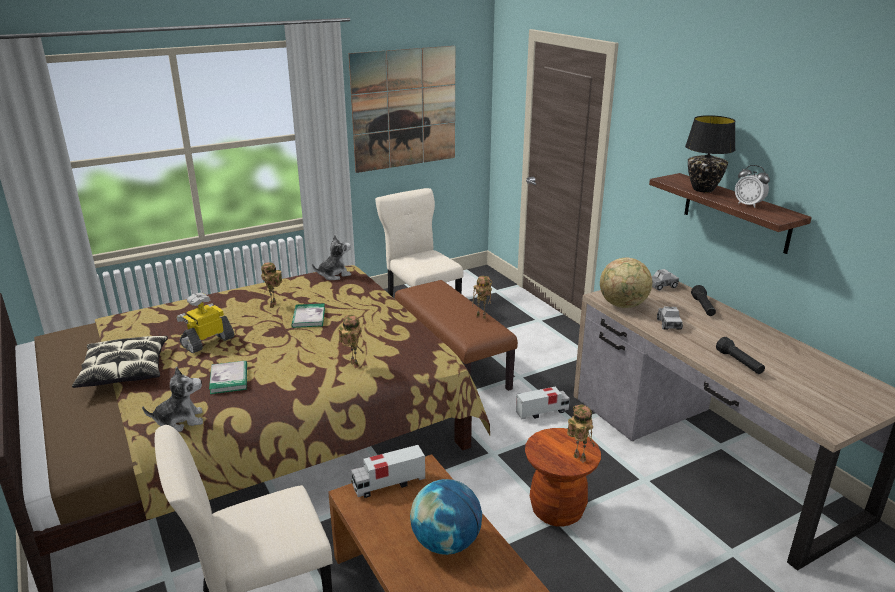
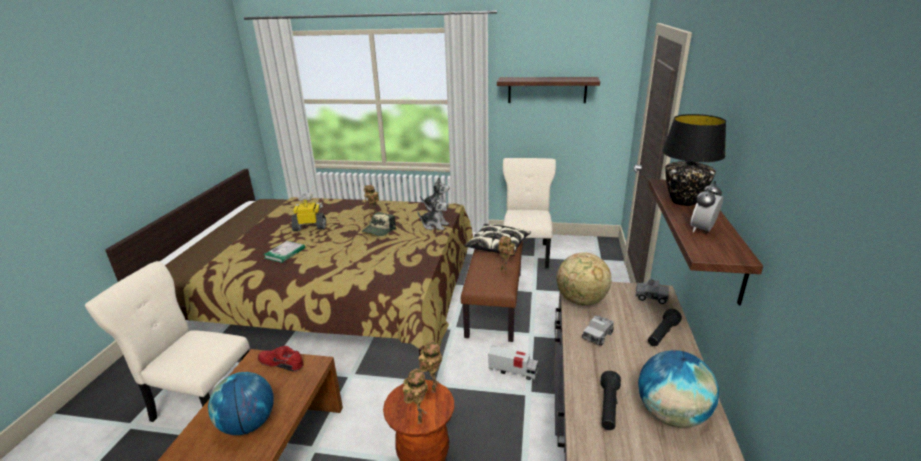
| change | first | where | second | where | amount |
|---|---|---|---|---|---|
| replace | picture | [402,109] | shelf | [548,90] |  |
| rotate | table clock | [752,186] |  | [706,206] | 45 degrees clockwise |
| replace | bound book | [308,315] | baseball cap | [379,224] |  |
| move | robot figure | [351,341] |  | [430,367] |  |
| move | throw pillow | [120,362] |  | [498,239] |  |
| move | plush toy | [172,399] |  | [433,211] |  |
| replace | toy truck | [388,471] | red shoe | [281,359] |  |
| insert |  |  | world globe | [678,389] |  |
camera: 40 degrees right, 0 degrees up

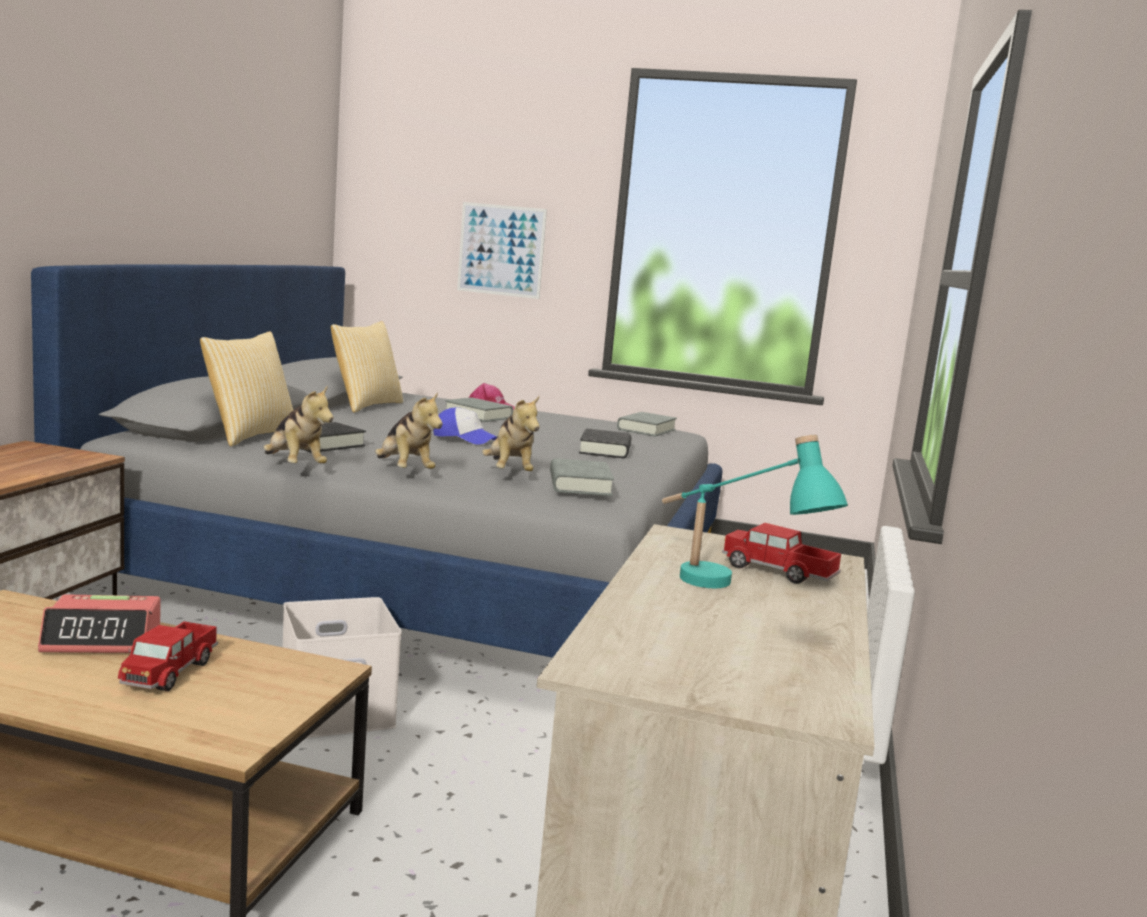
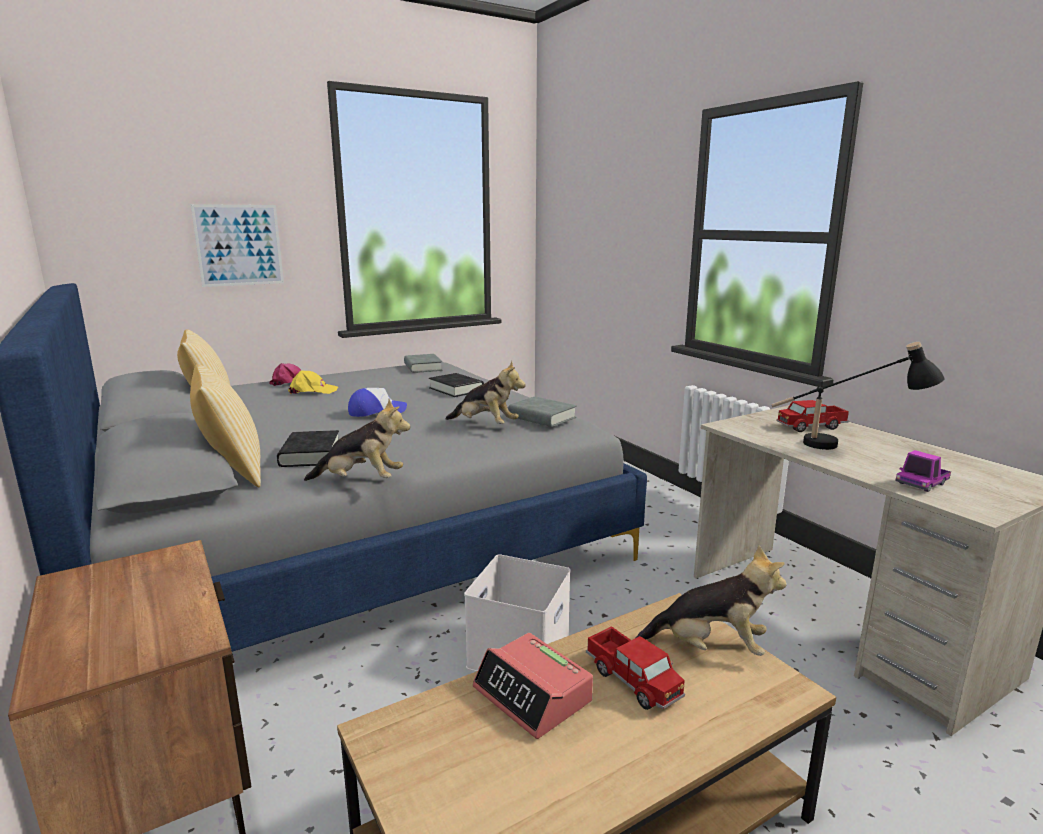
| change | first | where | second | where | amount |
|---|---|---|---|---|---|
| move | plush toy | [408,430] |  | [711,600] |  |
| replace | greyish bound book | [479,409] | yellow baseball cap | [313,382] |  |
| recolor | blue-green lamp for a table | [755,511] | black lamp for a table | [858,396] |  |
| rotate | table clock | [99,623] |  | [532,686] | 105 degrees clockwise |
| insert |  |  | toy truck | [923,471] |  |
camera: 45 degrees left, 5 degrees up

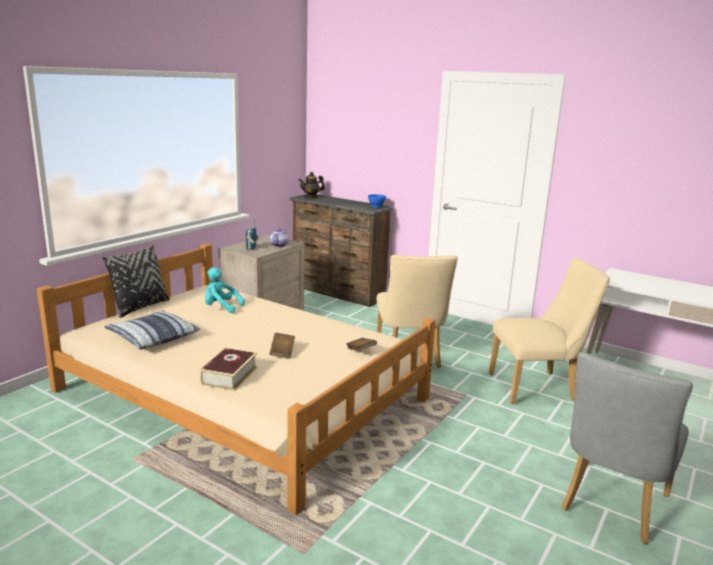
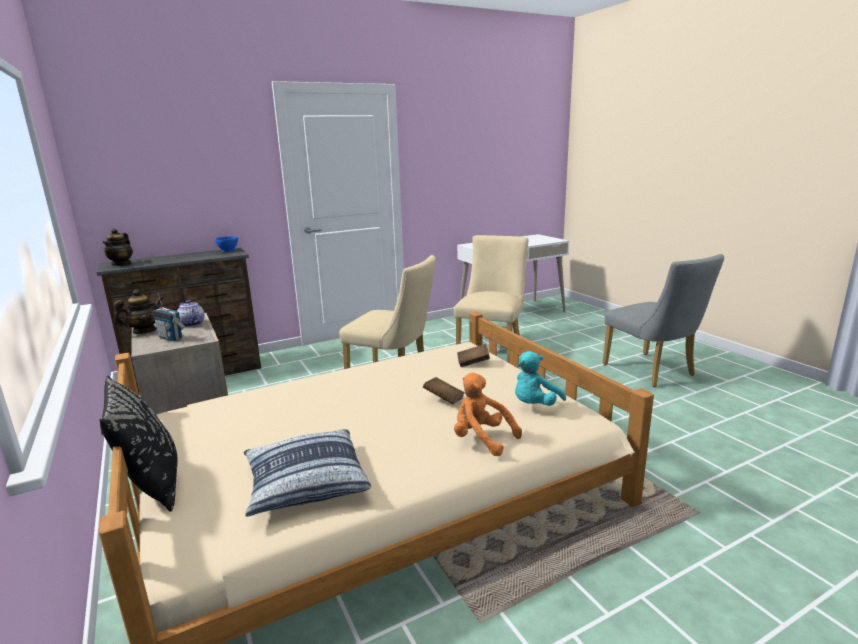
| change | first | where | second | where | amount |
|---|---|---|---|---|---|
| move | blue-green plush toy | [225,290] |  | [540,378] |  |
| replace | bound book | [228,369] | orangey plush toy | [488,414] |  |
| insert |  |  | teapot | [139,311] |  |
camera: 60 degrees left, 0 degrees up

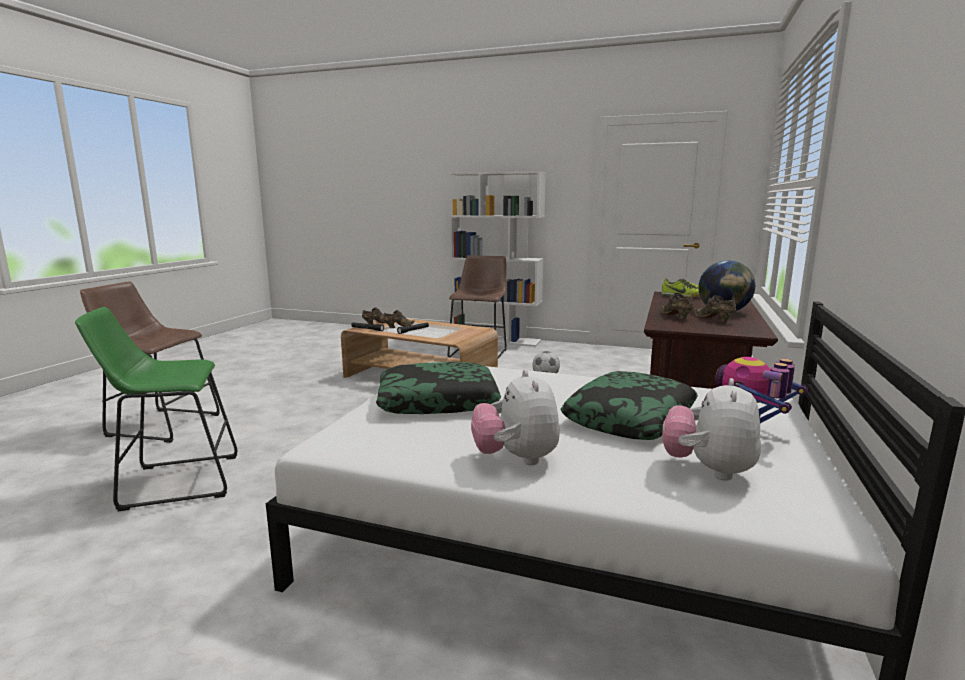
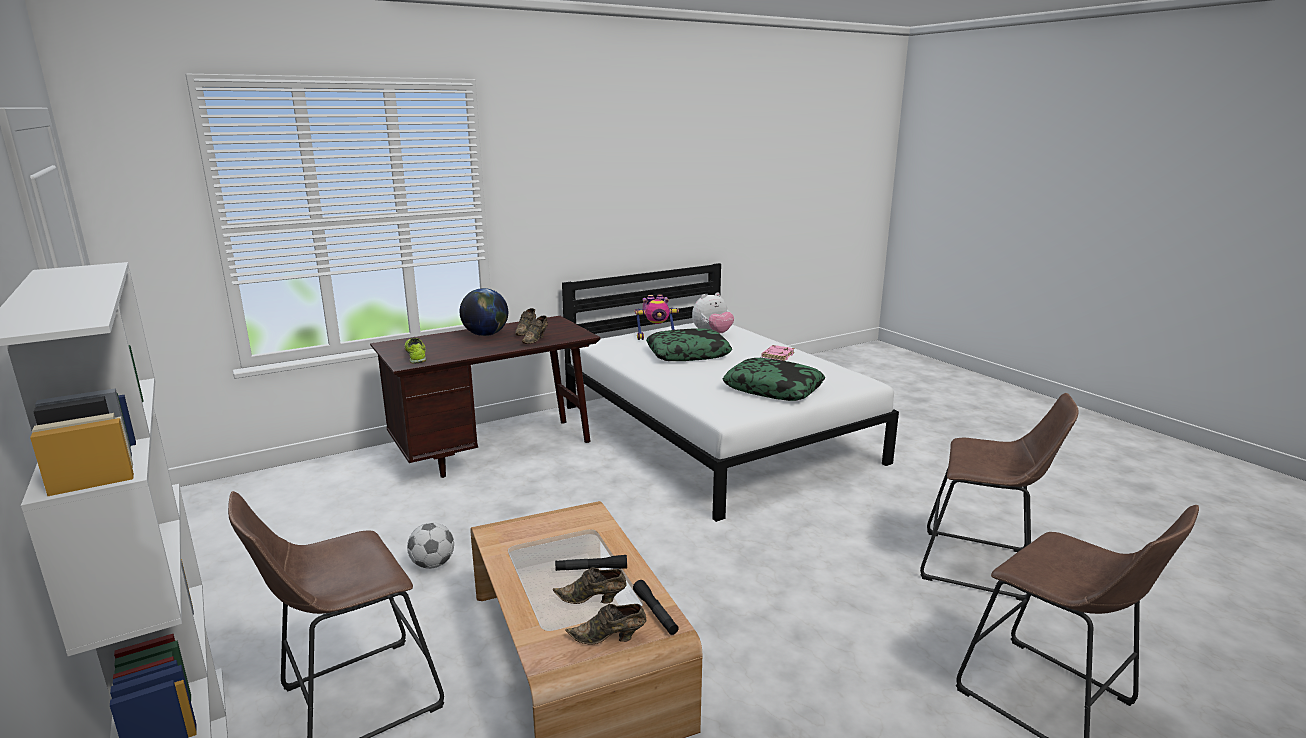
| change | first | where | second | where | amount |
|---|---|---|---|---|---|
| recolor | green stool | [156,409] | brown-coloured stool | [999,497] |  |
| replace | plush toy | [515,417] | pink bound book | [778,353] |  |
camera: 140 degrees left, 5 degrees up

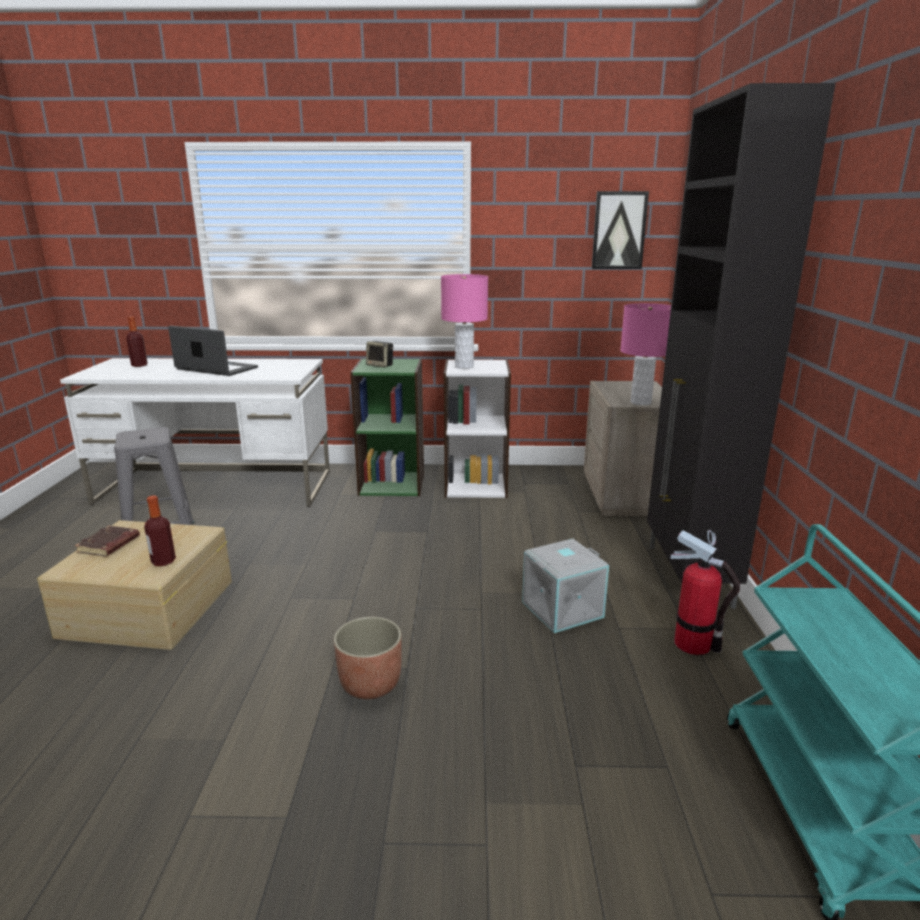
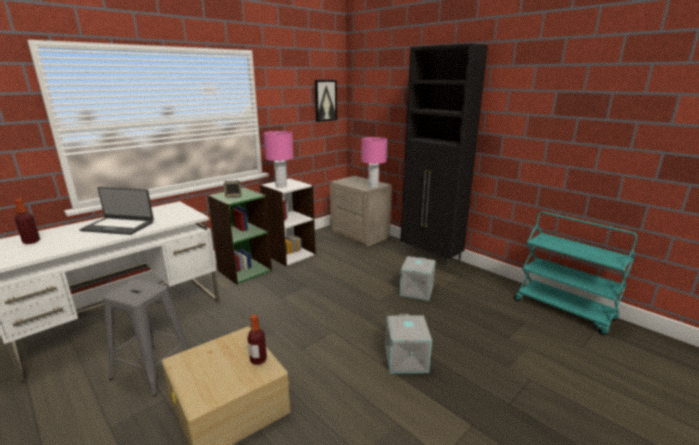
| change | first | where | second | where | amount |
|---|---|---|---|---|---|
| rotate | portable computer | [213,351] |  | [116,211] | 150 degrees counterclockwise |
| delete | brown-coloured bound book | [107,540] |  |  |  |
| delete | fire extinguisher | [705,592] |  |  |  |
| replace | planter | [368,658] | greyish storage box | [408,344] |  |
camera: 45 degrees left, 0 degrees up

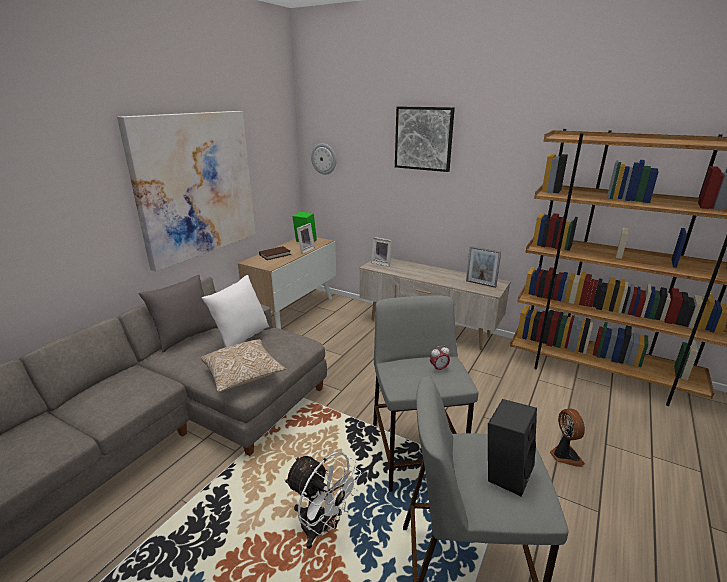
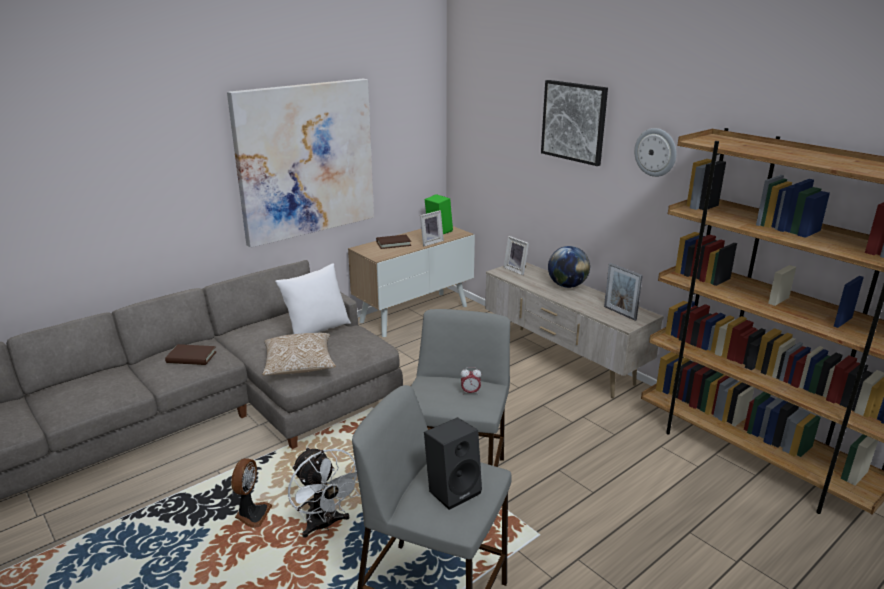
| change | first | where | second | where | amount |
|---|---|---|---|---|---|
| move | wall clock | [323,159] |  | [655,152] |  |
| delete | greyish throw pillow | [178,313] |  |  |  |
| move | electric fan | [567,438] |  | [251,493] |  |
| insert |  |  | world globe | [569,267] |  |
| insert |  |  | brown-coloured bound book | [191,354] |  |
camera: 20 degrees right, 0 degrees up

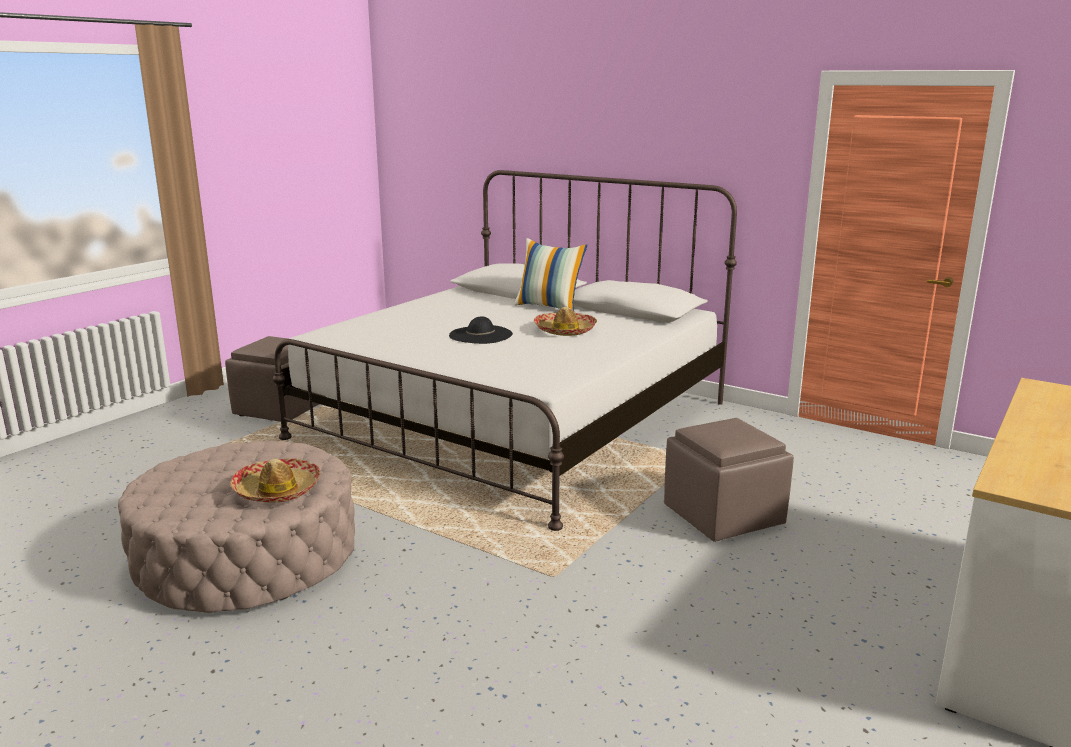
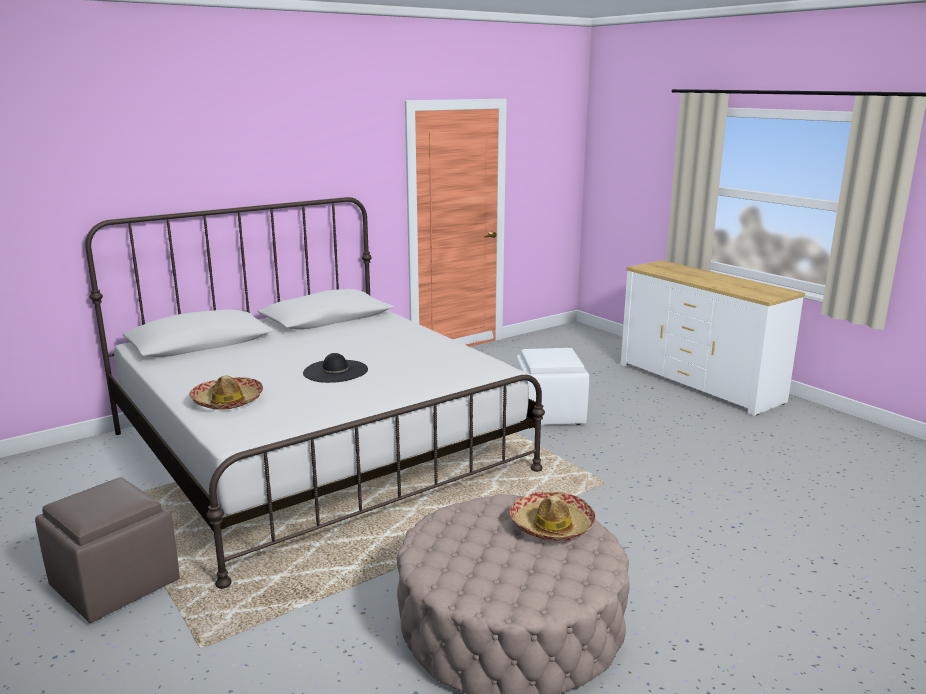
| change | first | where | second | where | amount |
|---|---|---|---|---|---|
| delete | throw pillow | [551,274] |  |  |  |
| move | wearable hat | [565,321] |  | [226,392] |  |
| recolor | brown-coloured ottoman | [729,480] | whitish ottoman | [552,386] |  |
camera: 70 degrees left, 0 degrees up

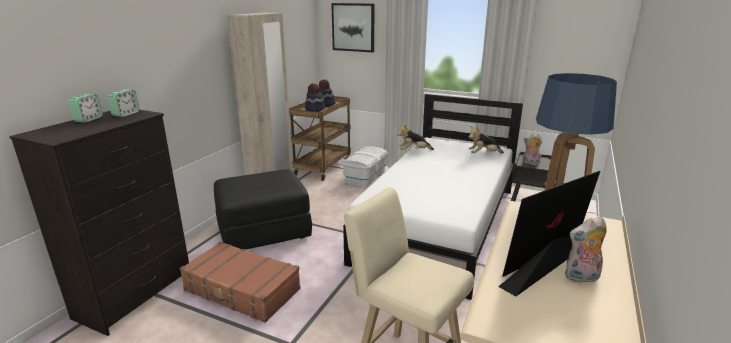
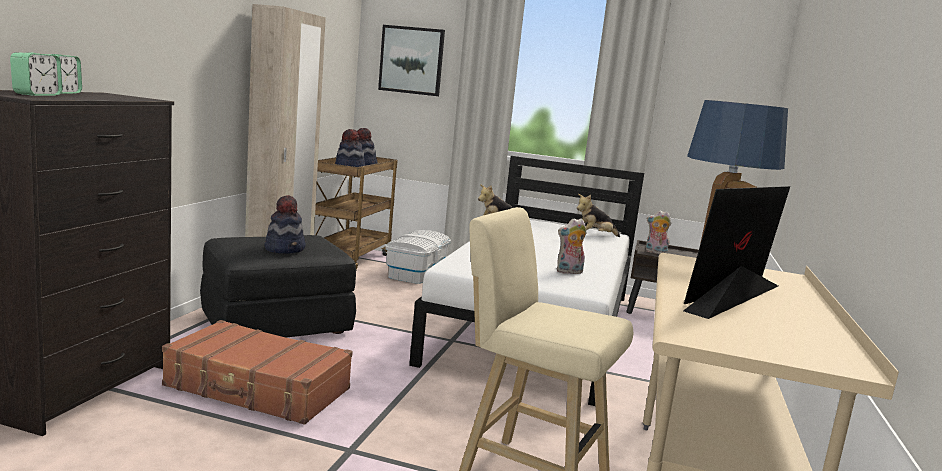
| change | first | where | second | where | amount |
|---|---|---|---|---|---|
| move | table clock | [123,103] |  | [36,74] |  |
| move | plush toy | [586,249] |  | [571,246] |  |
| insert |  |  | wearable hat | [285,224] |  |
camera: 10 degrees left, 10 degrees down

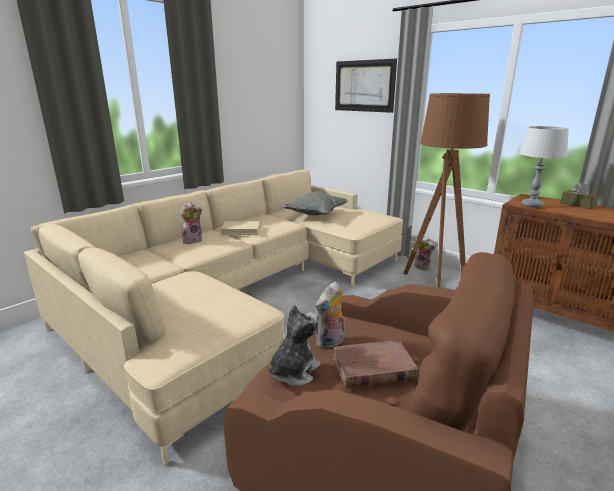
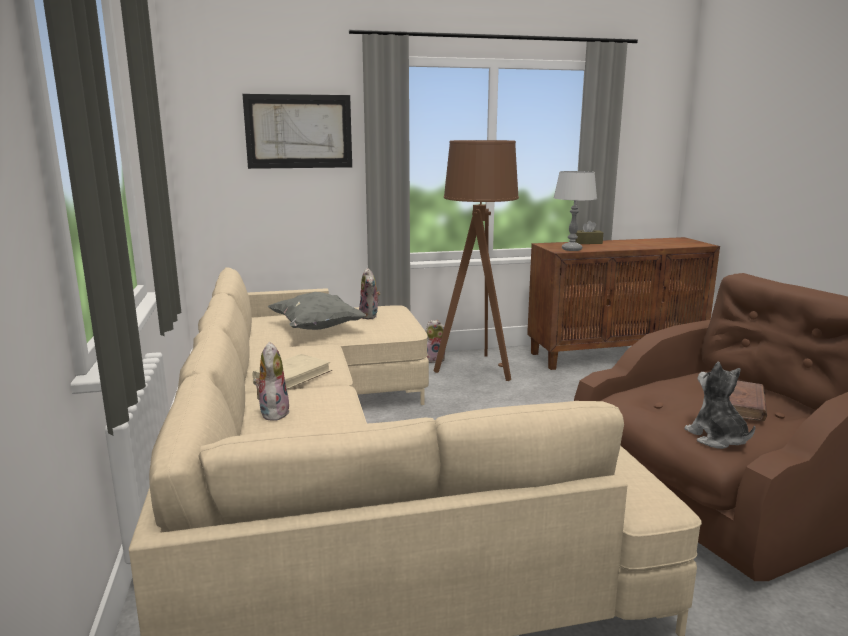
| change | first | where | second | where | amount |
|---|---|---|---|---|---|
| move | plush toy | [330,315] |  | [370,293] |  |
camera: 55 degrees left, 5 degrees down

